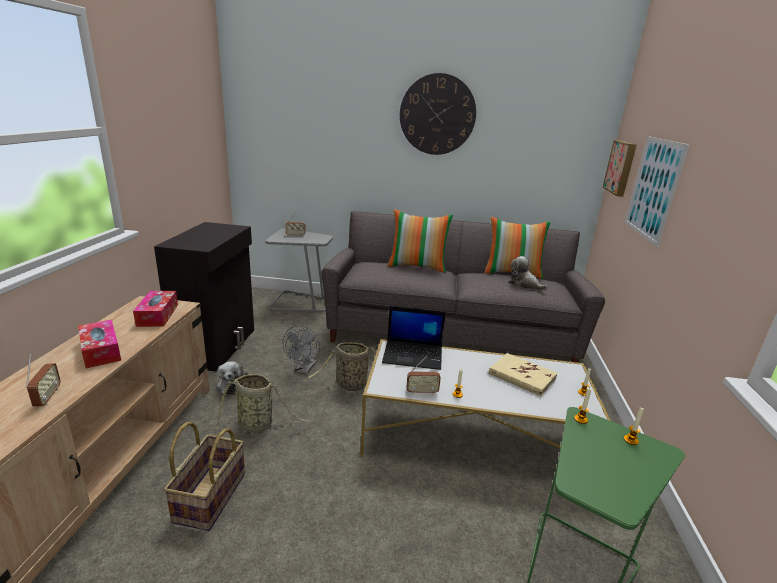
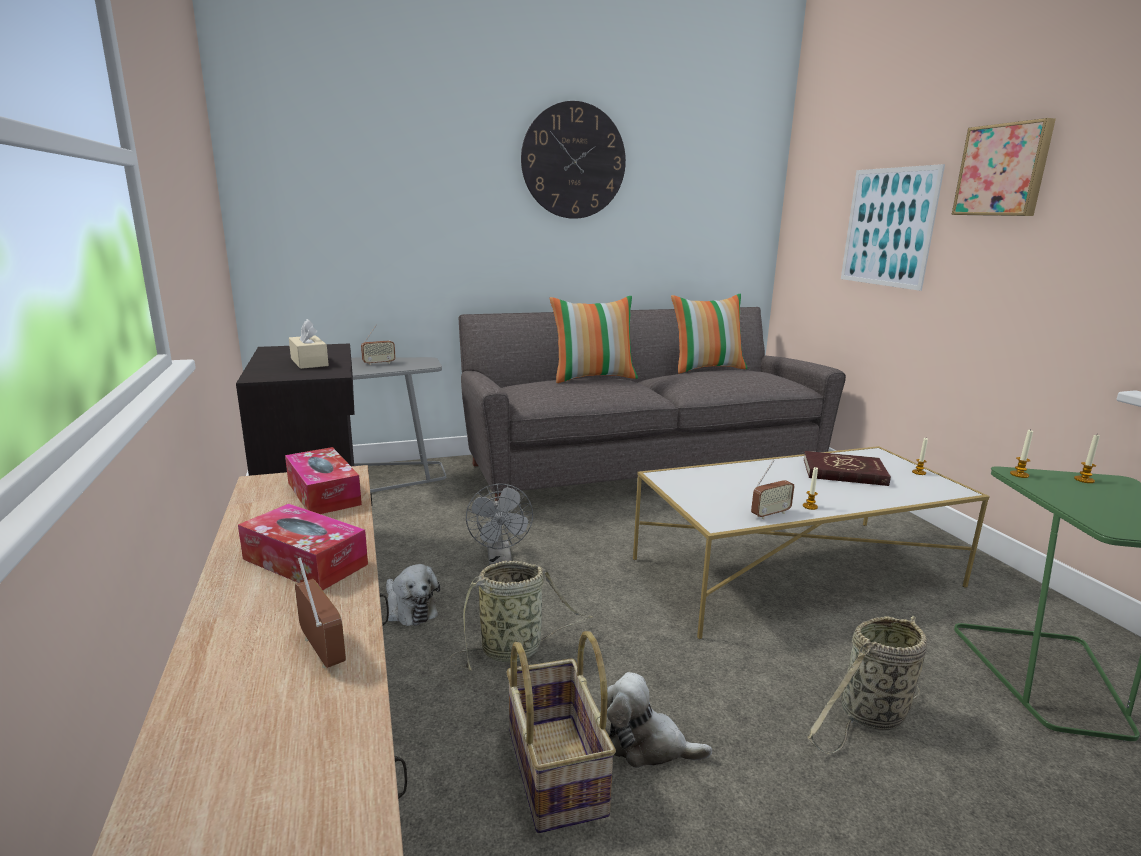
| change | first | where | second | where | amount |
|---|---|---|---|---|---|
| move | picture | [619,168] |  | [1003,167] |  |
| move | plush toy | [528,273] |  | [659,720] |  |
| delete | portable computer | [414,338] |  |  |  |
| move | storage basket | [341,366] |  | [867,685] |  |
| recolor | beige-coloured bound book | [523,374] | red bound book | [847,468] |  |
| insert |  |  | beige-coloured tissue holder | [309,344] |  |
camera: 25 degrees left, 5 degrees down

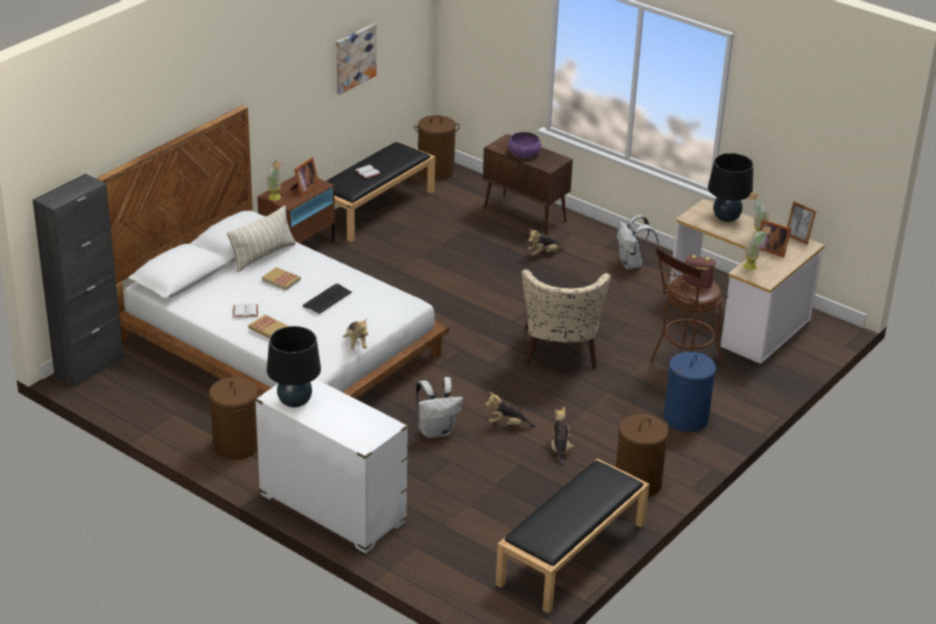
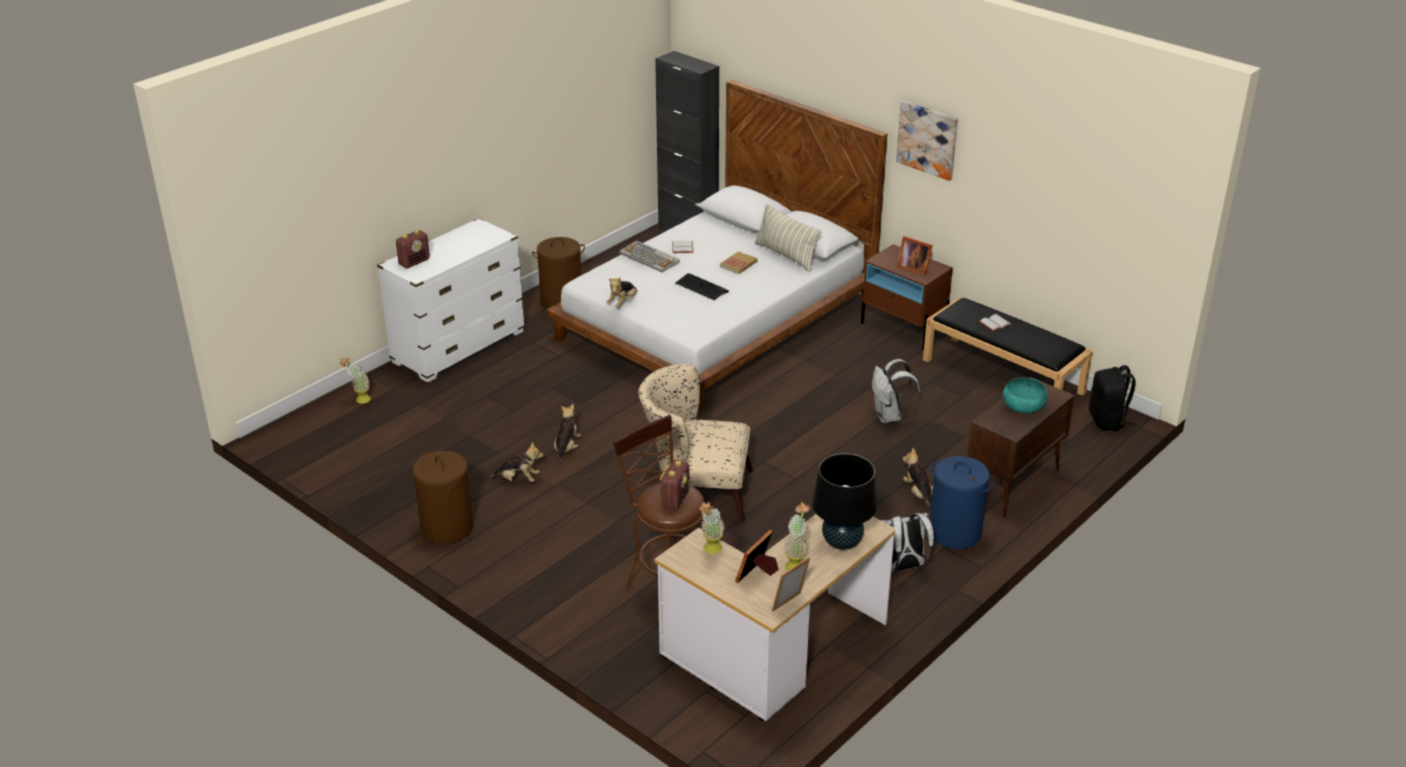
| change | first | where | second | where | amount |
|---|---|---|---|---|---|
| move | picture | [356,58] |  | [927,141] |  |
| replace | brown-coloured laundry basket | [437,147] | black rucksack | [1112,398] |  |
| recolor | purplish deep dish | [524,145] | blue-green deep dish | [1025,395] |  |
| move | plant in a pot | [274,181] |  | [355,380] |  |
| replace | bound book | [268,326] | computer keyboard | [649,256] |  |
| rotate | plush toy | [355,333] |  | [621,292] | 45 degrees counterclockwise |
| delete | black lamp for a table | [294,366] |  |  |  |
| move | bluish laundry basket | [690,392] |  | [961,502] |  |
| move | whitish rucksack | [439,408] |  | [896,391] |  |
| delete | black long seat | [572,536] |  |  |  |
| insert |  |  | radio set | [413,249] |  |
camera: 95 degrees right, 0 degrees up

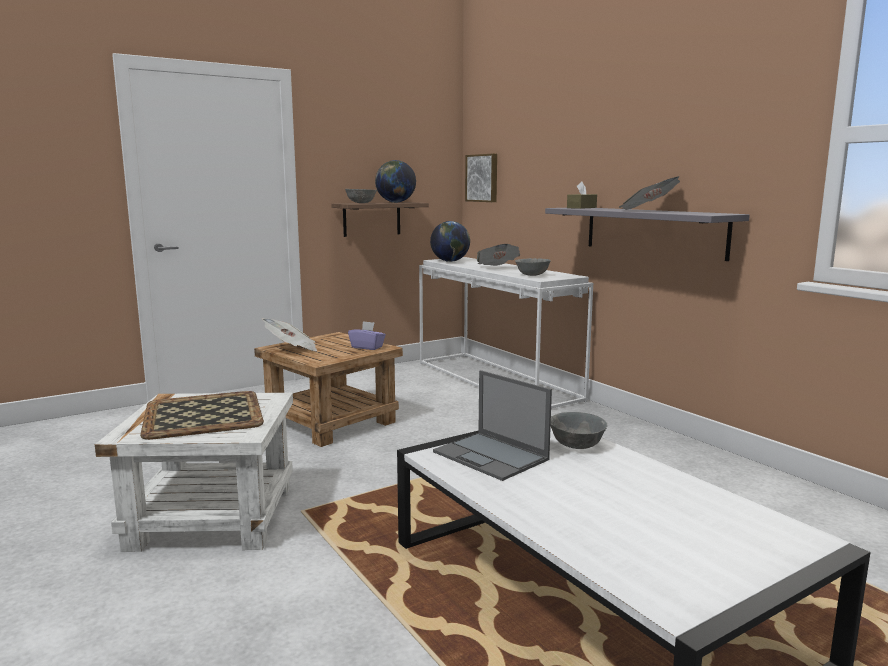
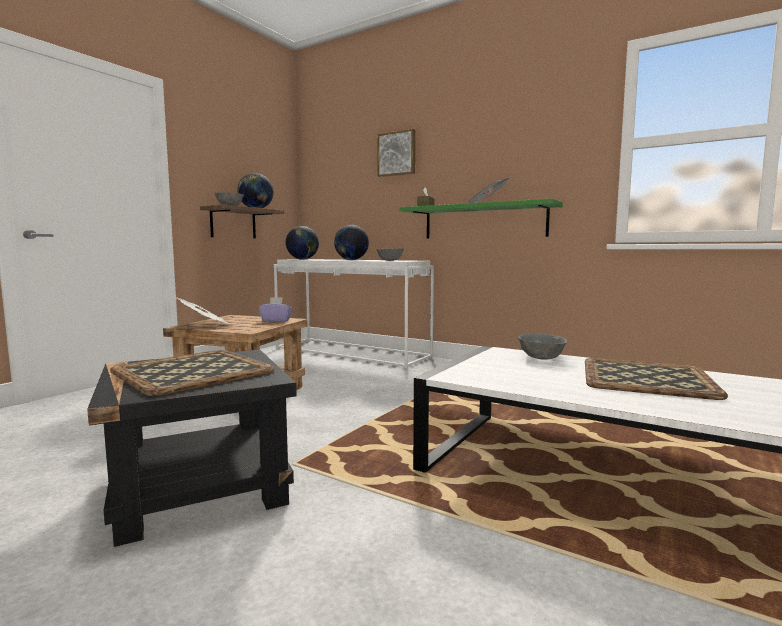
| change | first | where | second | where | amount |
|---|---|---|---|---|---|
| move | picture | [481,178] |  | [396,153] |  |
| recolor | greyish shelf | [647,234] | green shelf | [481,219] |  |
| replace | daily paper | [498,255] | world globe | [351,242] |  |
| delete | portable computer | [492,425] |  |  |  |
| recolor | whitish accent table | [194,472] | black accent table | [192,448] |  |
| insert |  |  | carrying tray | [656,379] |  |
camera: 25 degrees left, 5 degrees down

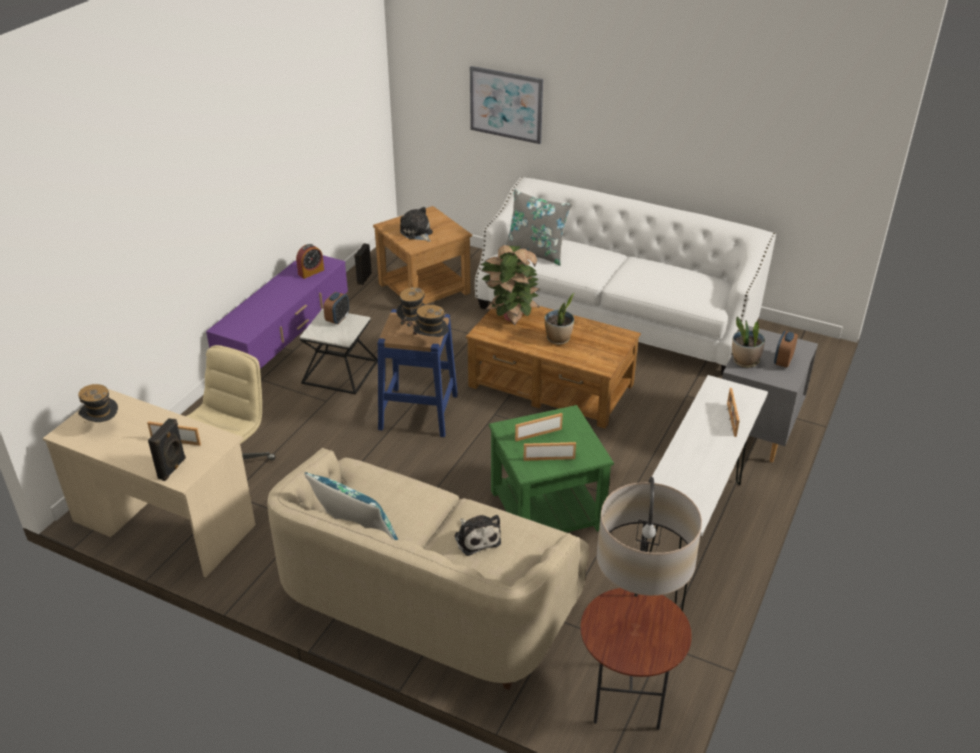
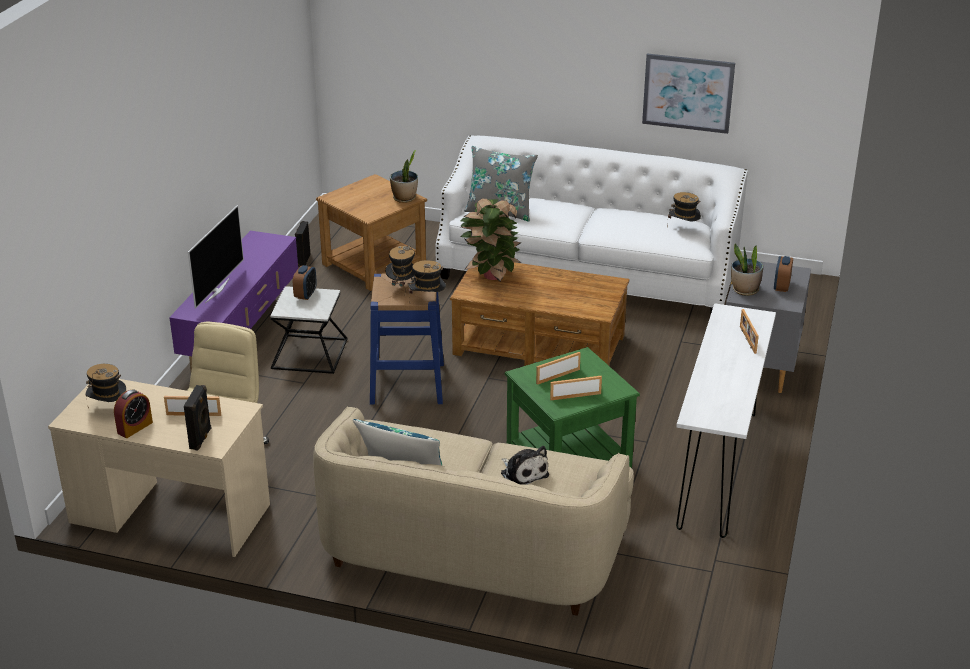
| change | first | where | second | where | amount |
|---|---|---|---|---|---|
| move | picture | [506,105] |  | [688,94] |  |
| delete | plush toy | [416,224] |  |  |  |
| move | table clock | [310,261] |  | [133,414] |  |
| move | plant in a pot | [559,319] |  | [404,176] |  |
| delete | floor lamp | [641,603] |  |  |  |
| insert |  |  | wearable hat | [684,210] |  |
| insert |  |  | TV set | [216,257] |  |
camera: 10 degrees left, 5 degrees down

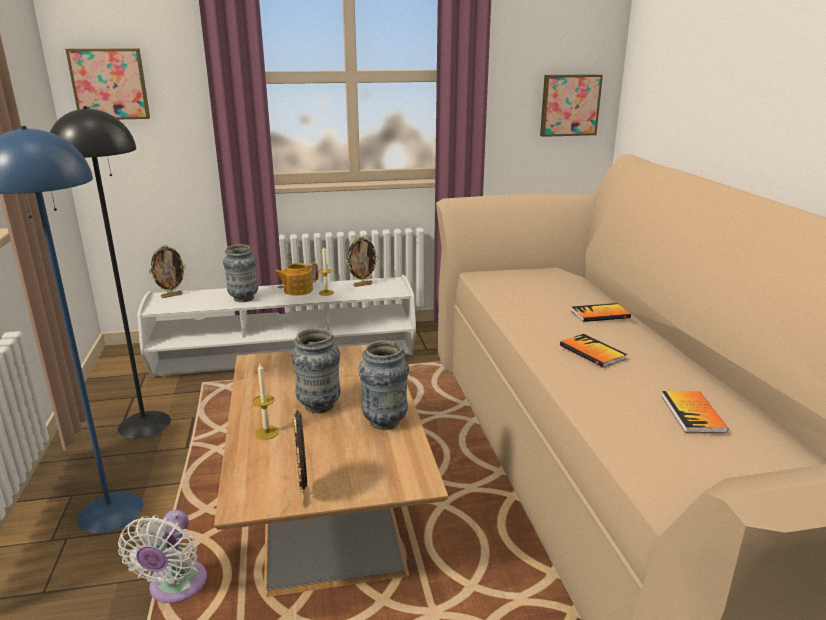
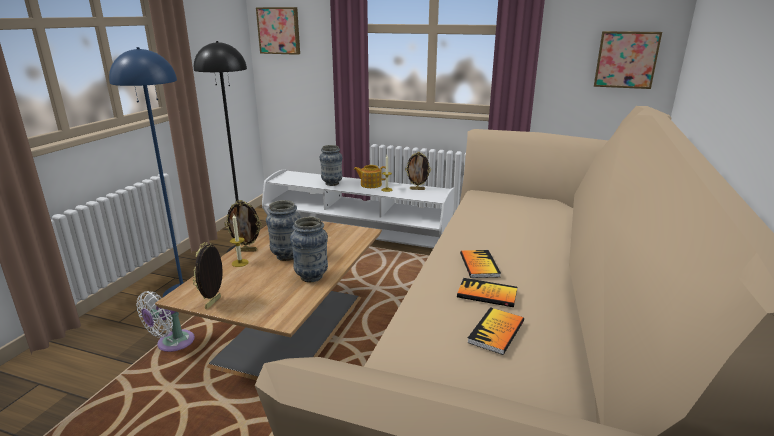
| change | first | where | second | where | amount |
|---|---|---|---|---|---|
| move | photo frame | [167,271] |  | [243,226] |  |
| move | bound book | [601,312] |  | [487,292] |  |
camera: 30 degrees right, 0 degrees up

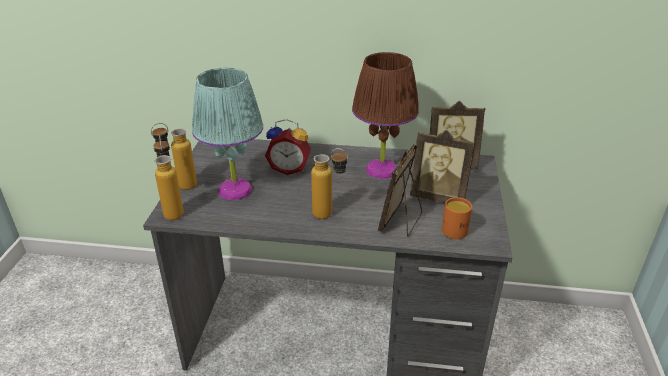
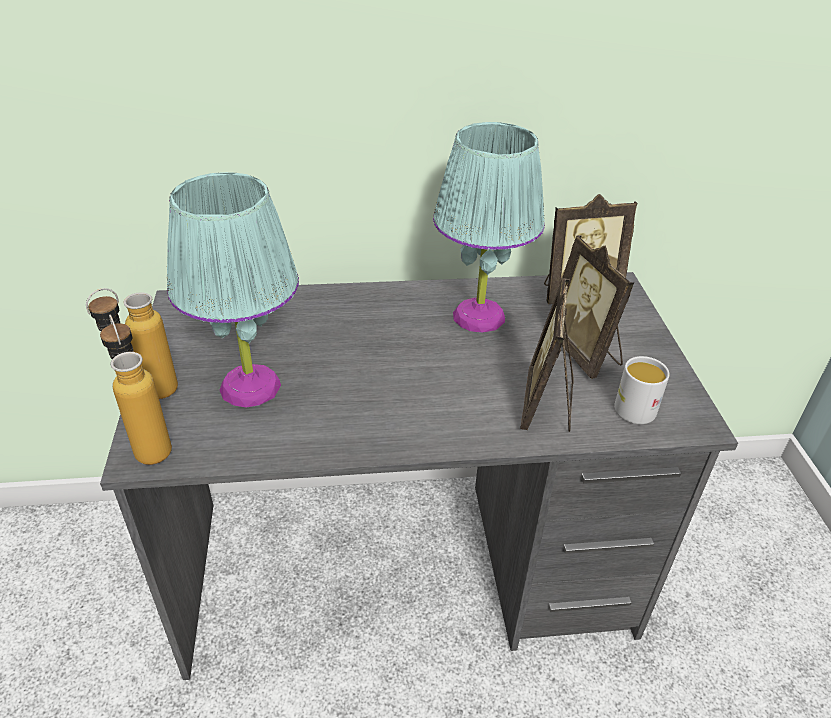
| change | first | where | second | where | amount |
|---|---|---|---|---|---|
| recolor | brown-coloured lamp for a table | [385,115] | blue-green lamp for a table | [489,227] |  |
| delete | table clock | [288,147] |  |  |  |
| rotate | photo frame | [442,166] |  | [597,307] | 60 degrees clockwise |
| delete | drink bottle | [329,183] |  |  |  |
| recolor | orangey tea mug | [457,218] | whitish tea mug | [642,390] |  |
camera: 15 degrees left, 5 degrees up

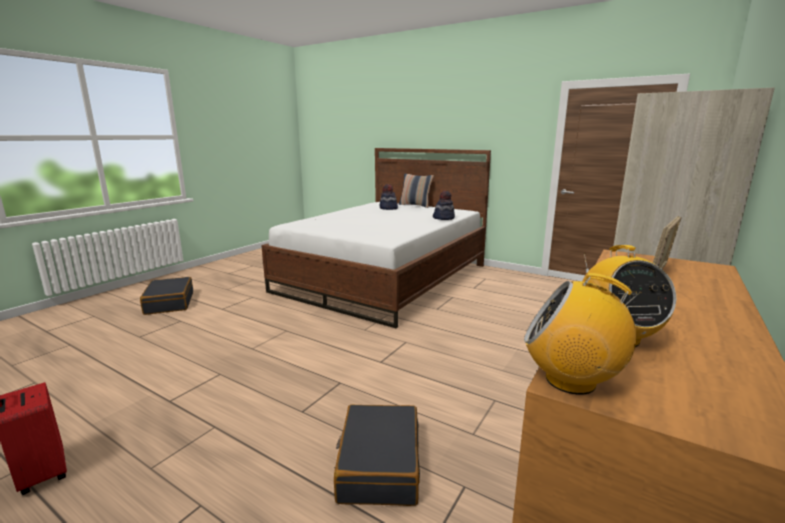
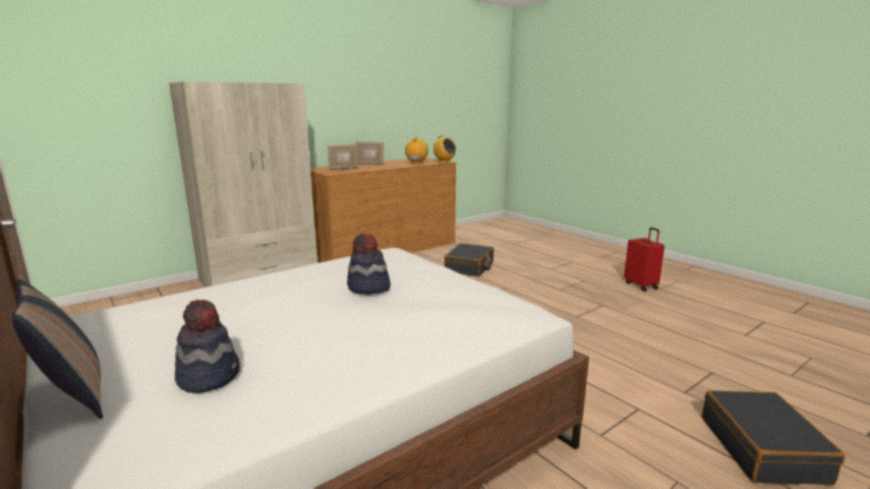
| change | first | where | second | where | amount |
|---|---|---|---|---|---|
| move | wearable hat | [444,205] |  | [368,263] |  |
| insert |  |  | photo frame | [370,153] |  |
camera: 160 degrees left, 0 degrees up

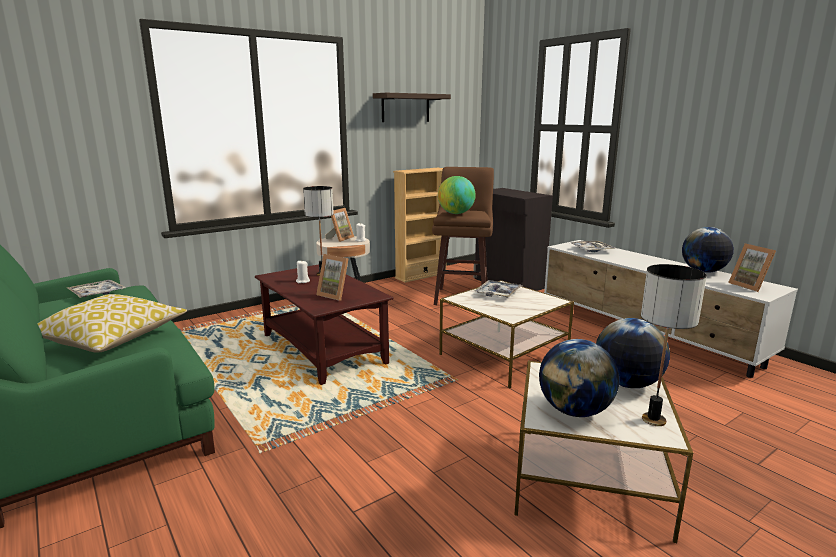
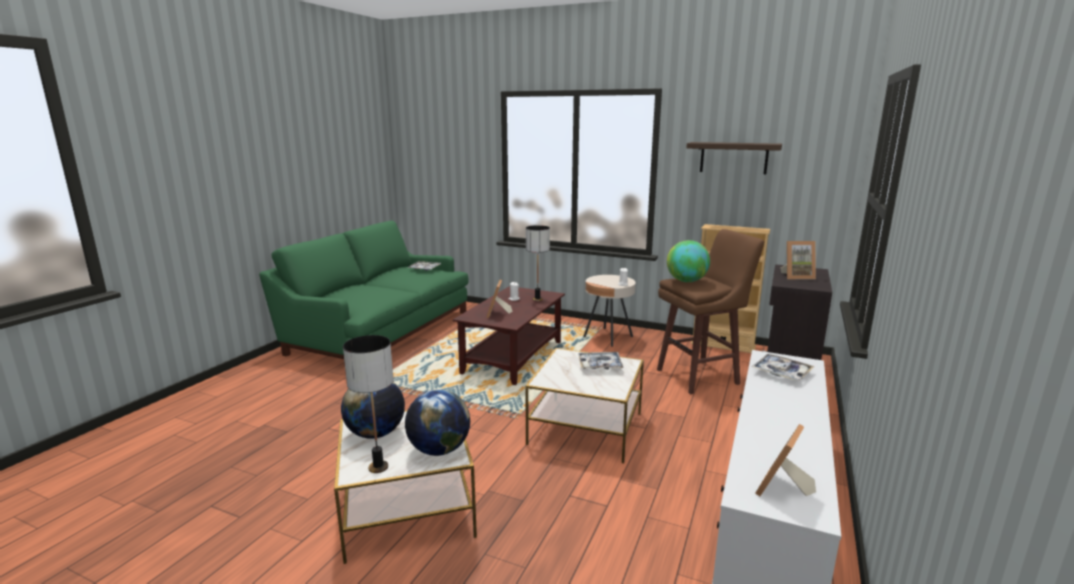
| change | first | where | second | where | amount |
|---|---|---|---|---|---|
| move | photo frame | [339,225] |  | [798,260] |  |
| delete | world globe | [708,250] |  |  |  |
| delete | throw pillow | [112,323] |  |  |  |
camera: 60 degrees right, 0 degrees up

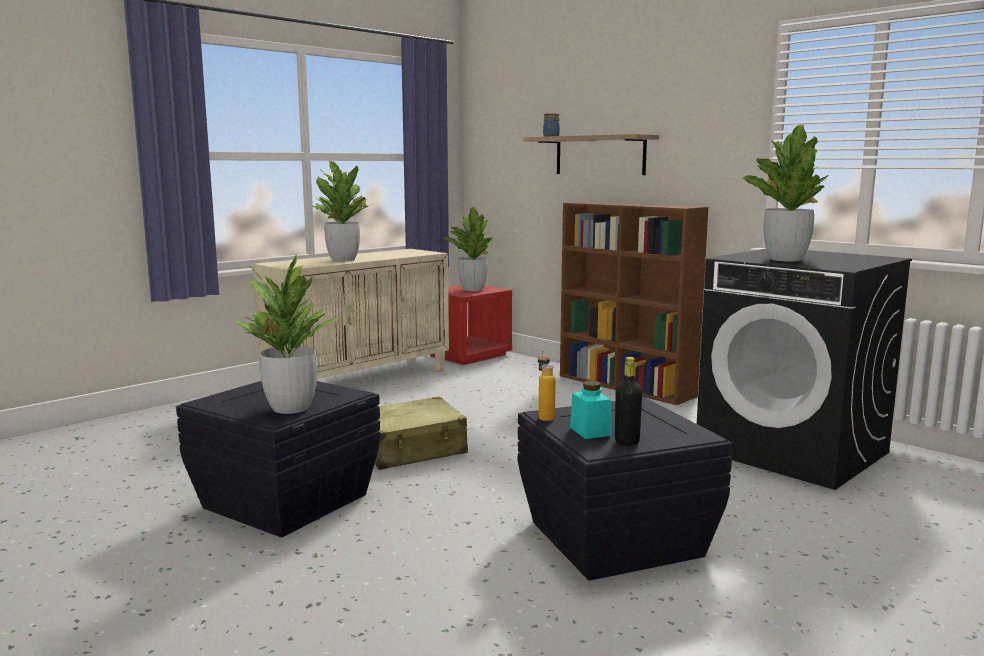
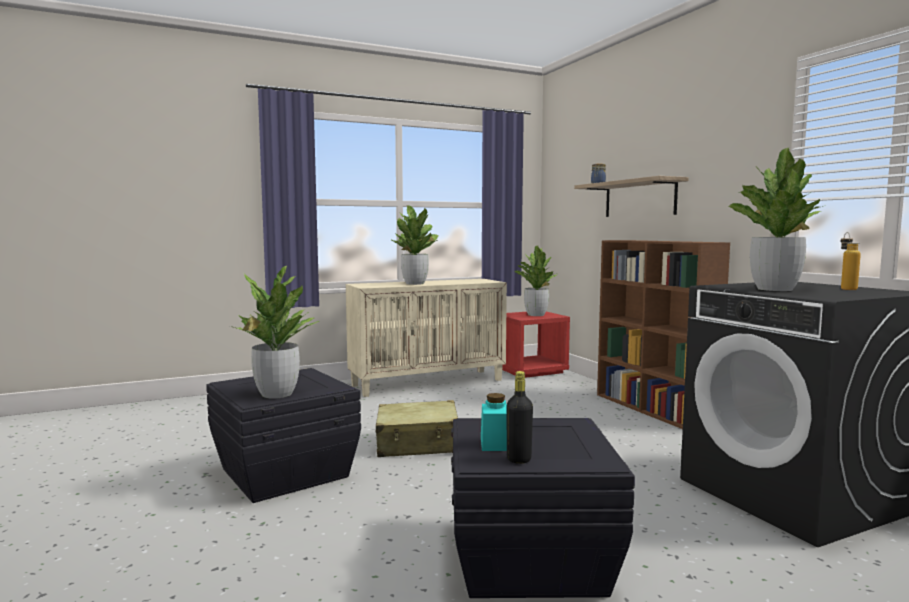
| change | first | where | second | where | amount |
|---|---|---|---|---|---|
| move | drink bottle | [547,386] |  | [851,261] |  |
camera: 20 degrees right, 5 degrees down

